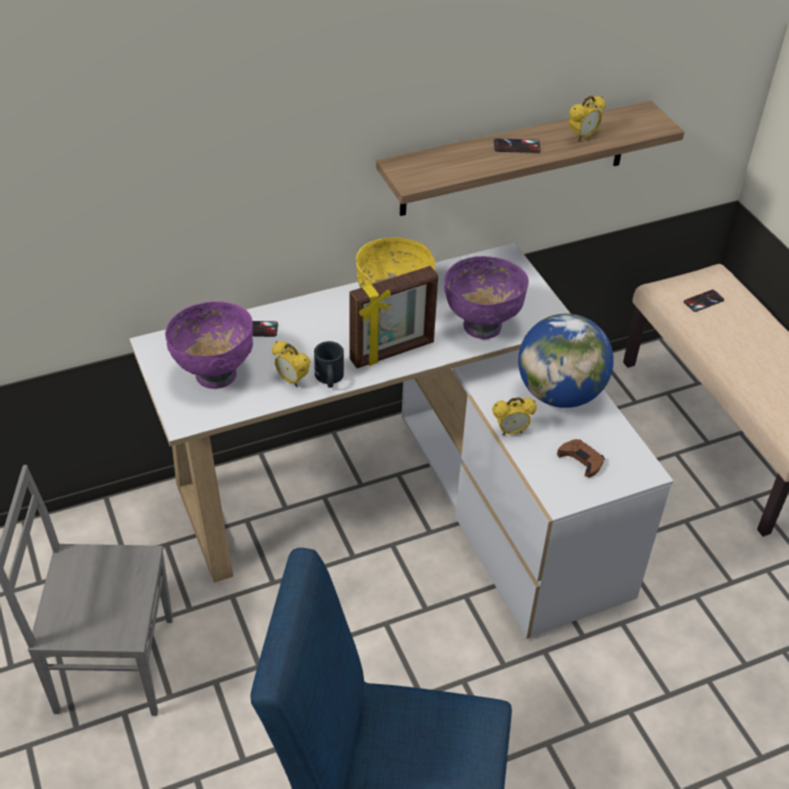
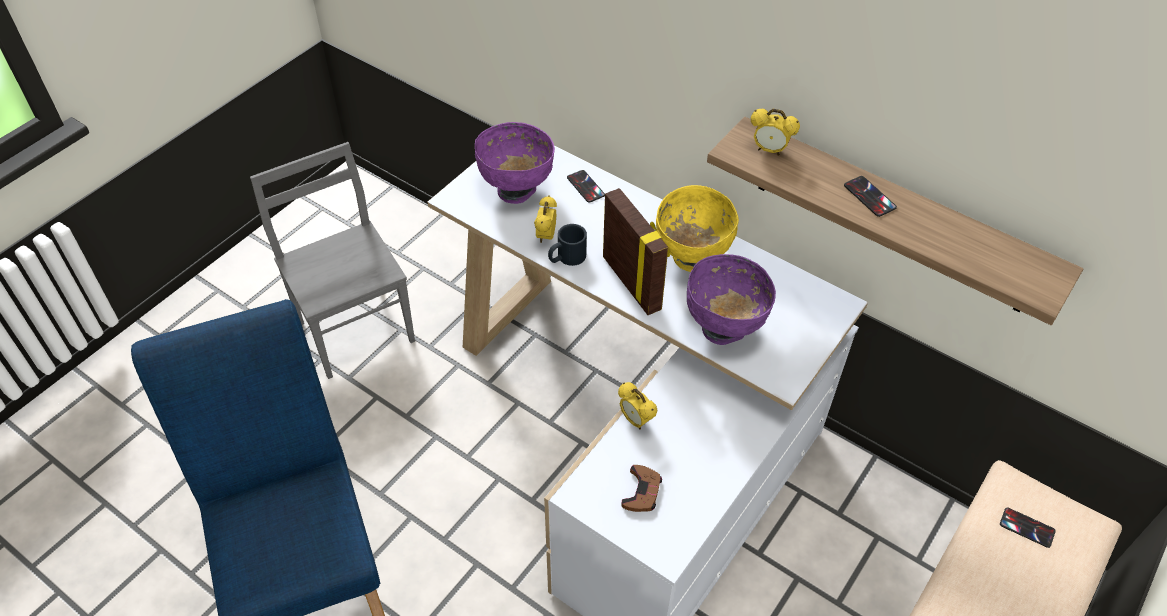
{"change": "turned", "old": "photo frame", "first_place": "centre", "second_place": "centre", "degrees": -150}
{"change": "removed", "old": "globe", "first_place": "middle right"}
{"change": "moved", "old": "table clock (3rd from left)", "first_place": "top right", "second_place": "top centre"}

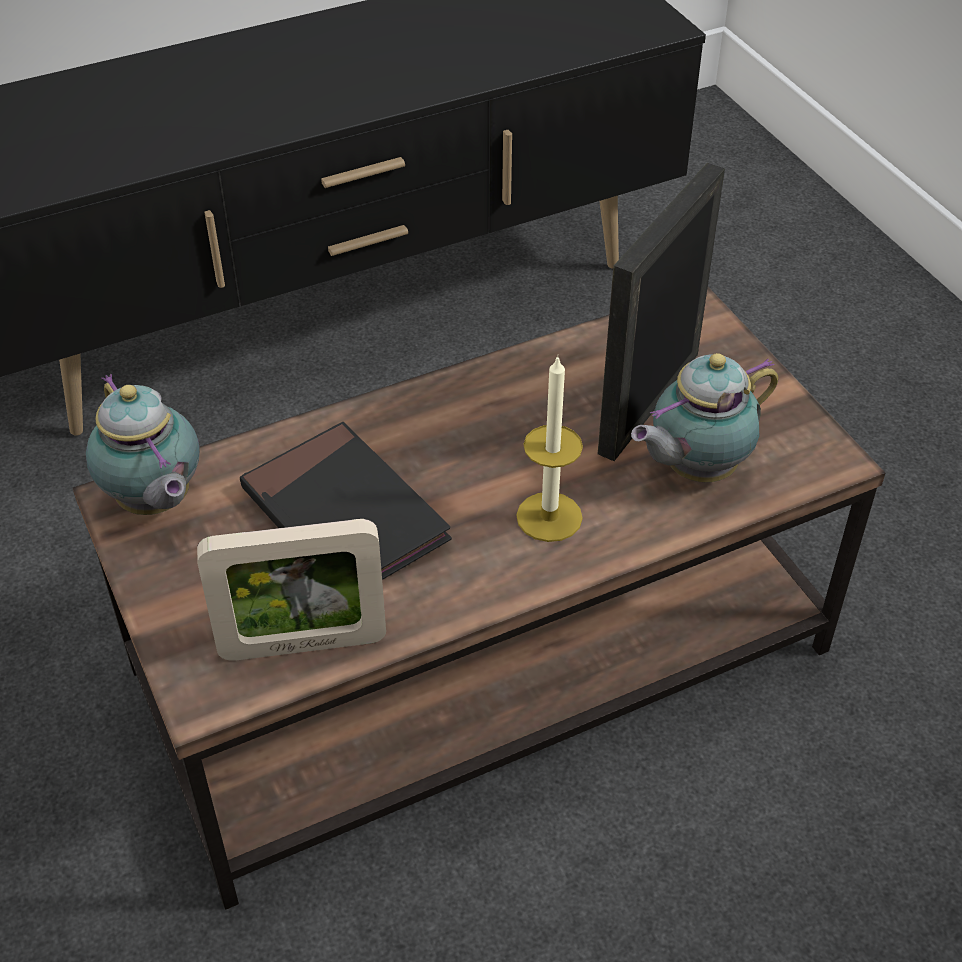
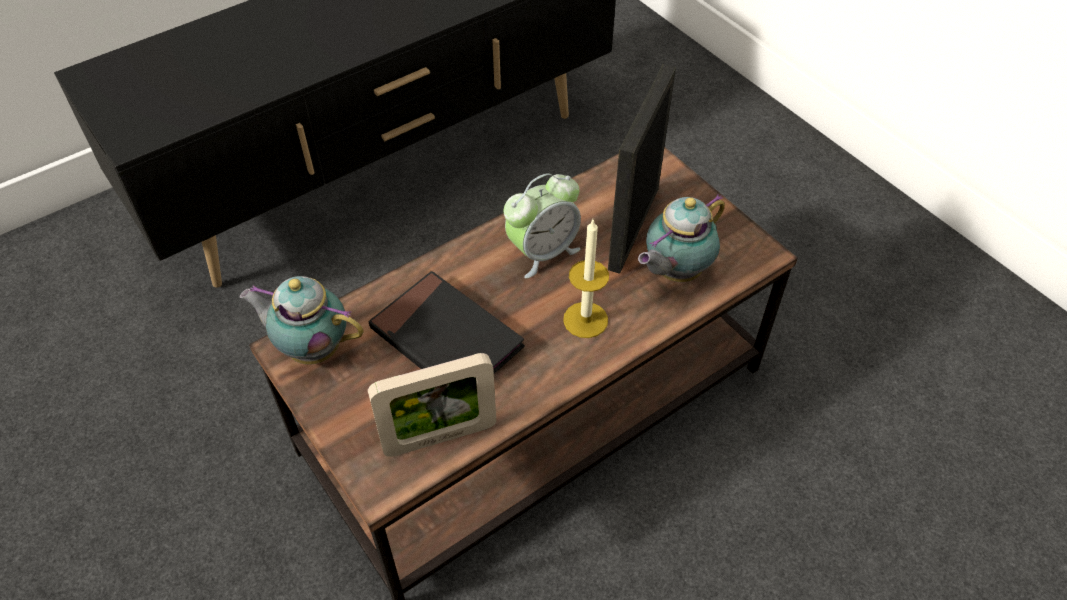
{"change": "turned", "old": "teapot (1st from left)", "first_place": "middle left", "second_place": "middle left", "degrees": 150}
{"change": "added", "new": "table clock", "second_place": "centre"}

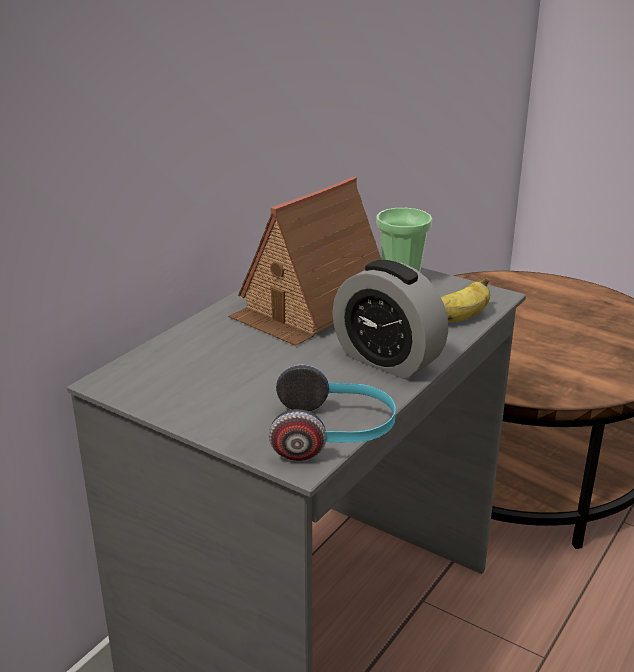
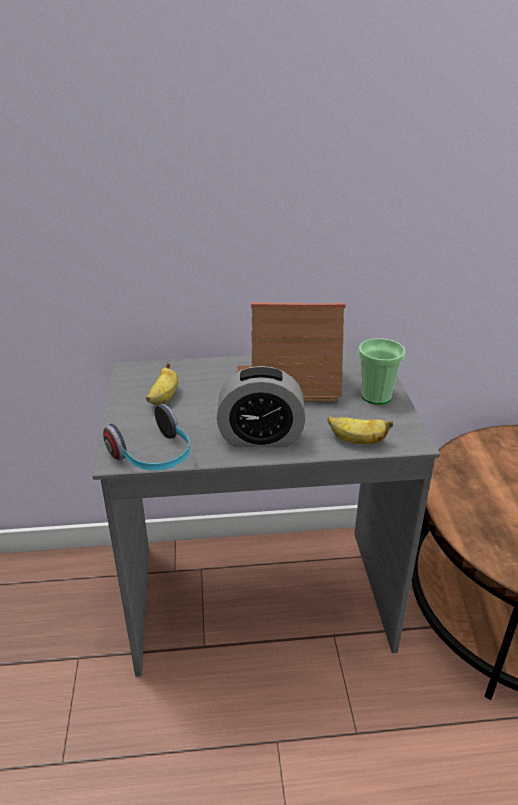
{"change": "turned", "old": "table clock", "first_place": "centre", "second_place": "centre", "degrees": -90}
{"change": "added", "new": "banana fruit (1st from left)", "second_place": "middle left"}

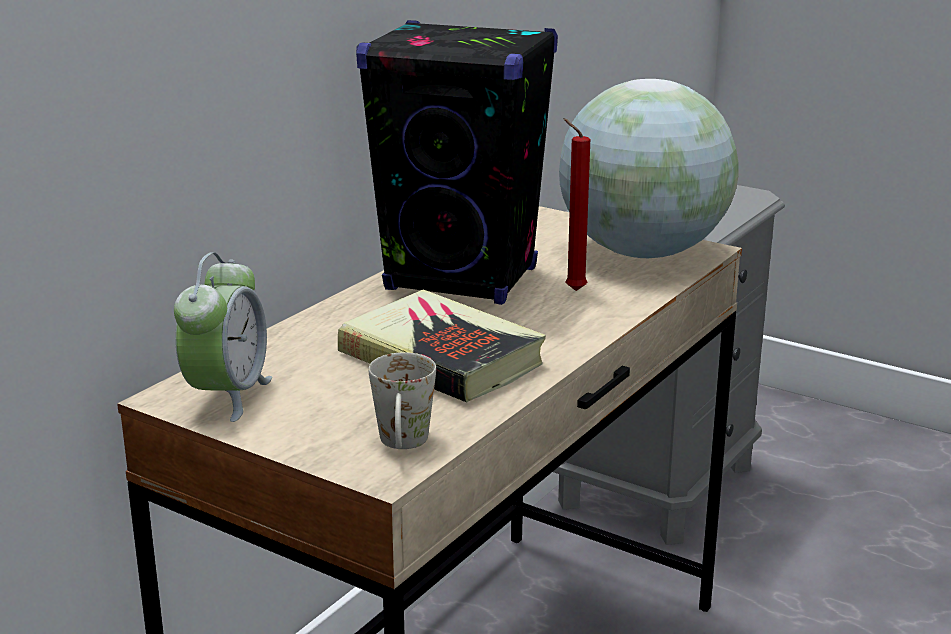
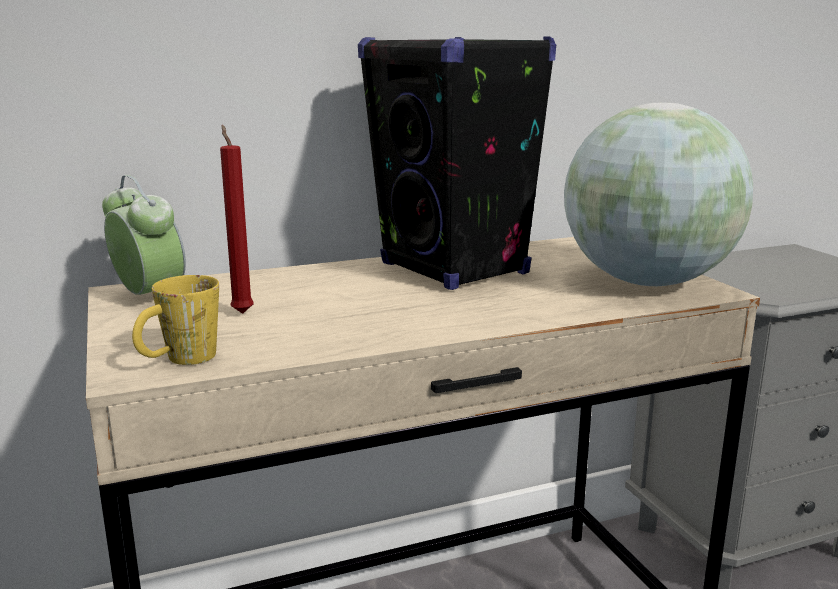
{"change": "turned", "old": "table clock", "first_place": "middle left", "second_place": "middle left", "degrees": -90}
{"change": "removed", "old": "bound book", "first_place": "centre"}
{"change": "recoloured", "old": "white-coloured coffee mug", "new": "yellowish coffee mug", "first_place": "centre", "second_place": "middle left"}
{"change": "moved", "old": "reddish wax light", "first_place": "top centre", "second_place": "middle left"}

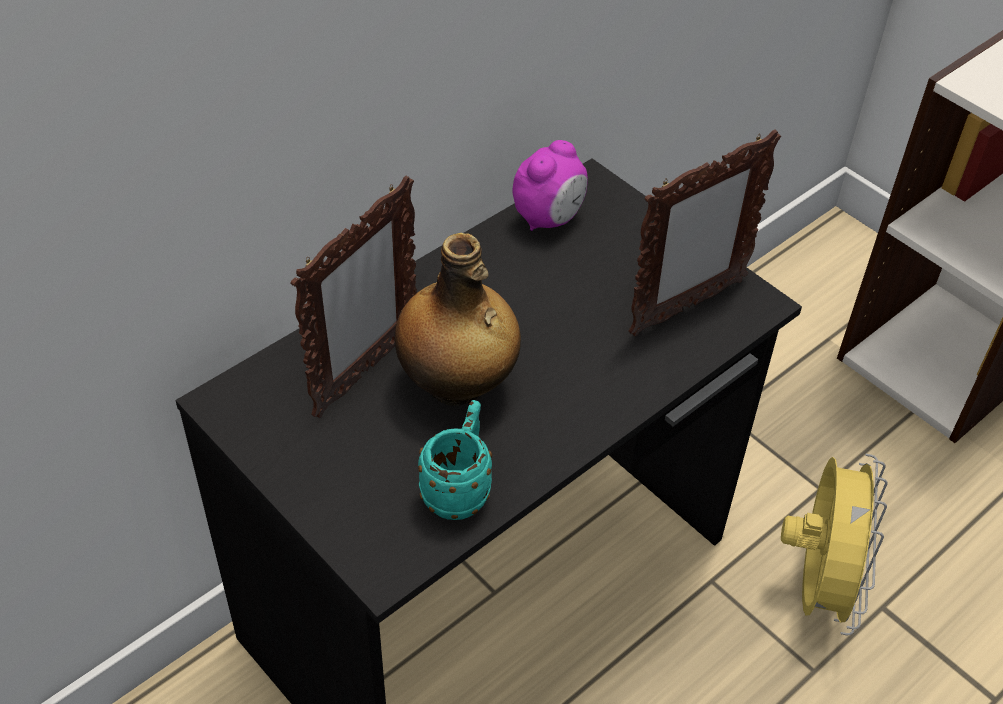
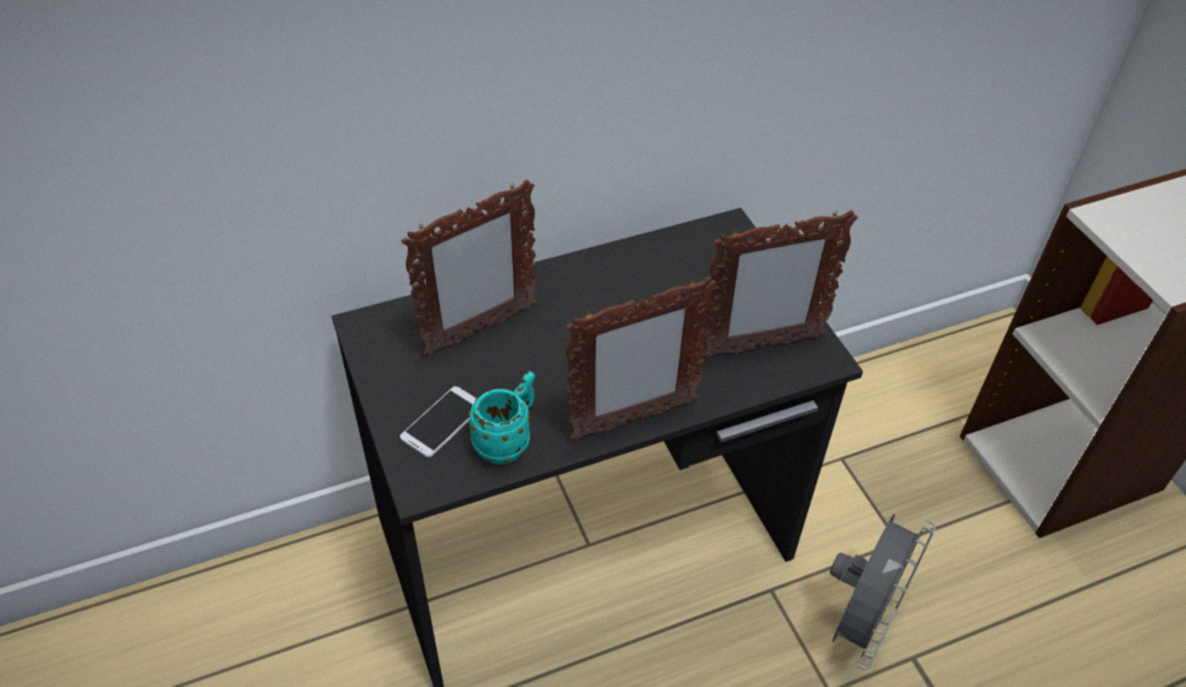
{"change": "removed", "old": "drink bottle", "first_place": "centre"}
{"change": "removed", "old": "table clock", "first_place": "top centre"}
{"change": "recoloured", "old": "yellowish electric fan", "new": "gray electric fan", "first_place": "bottom right", "second_place": "bottom right"}
{"change": "added", "new": "handset", "second_place": "centre"}
{"change": "added", "new": "photo frame (2nd from left)", "second_place": "centre"}

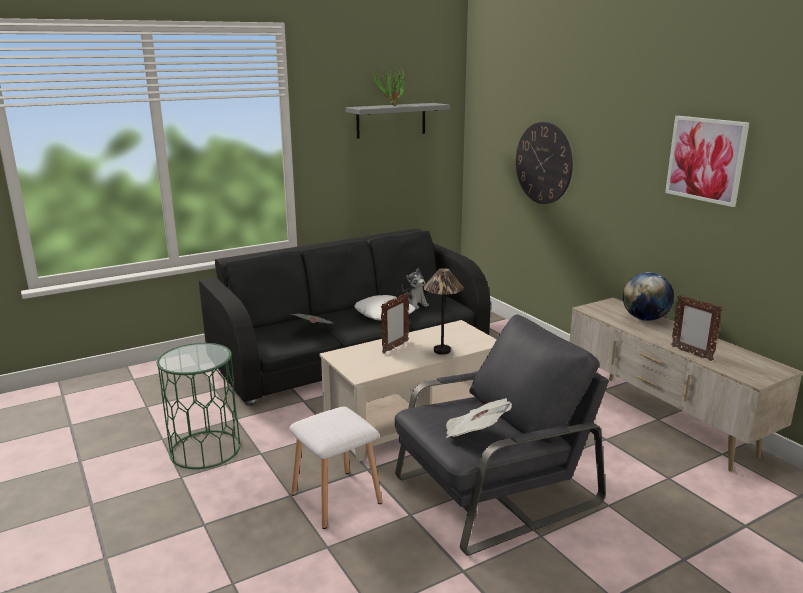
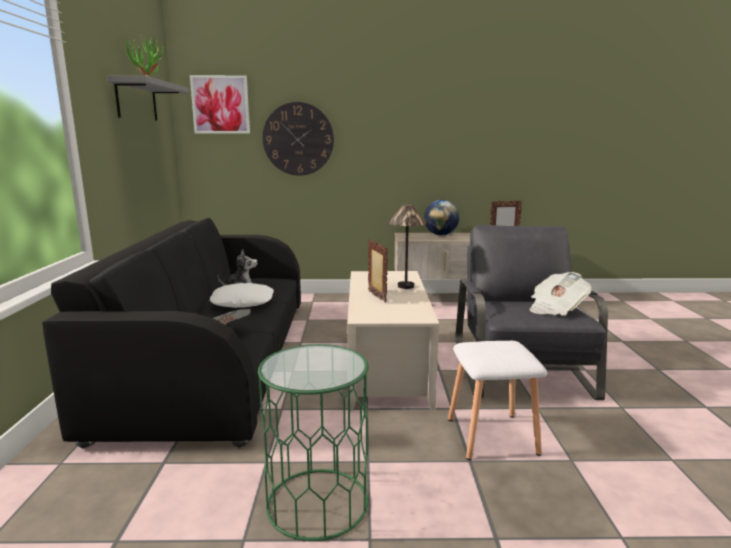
{"change": "moved", "old": "picture", "first_place": "top right", "second_place": "top left"}

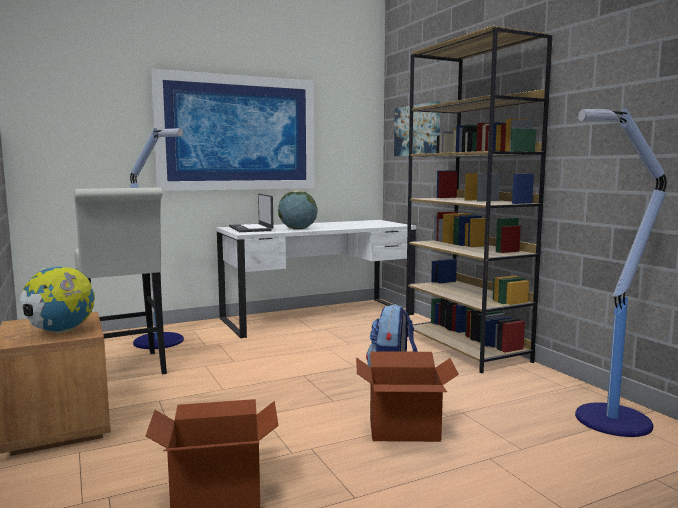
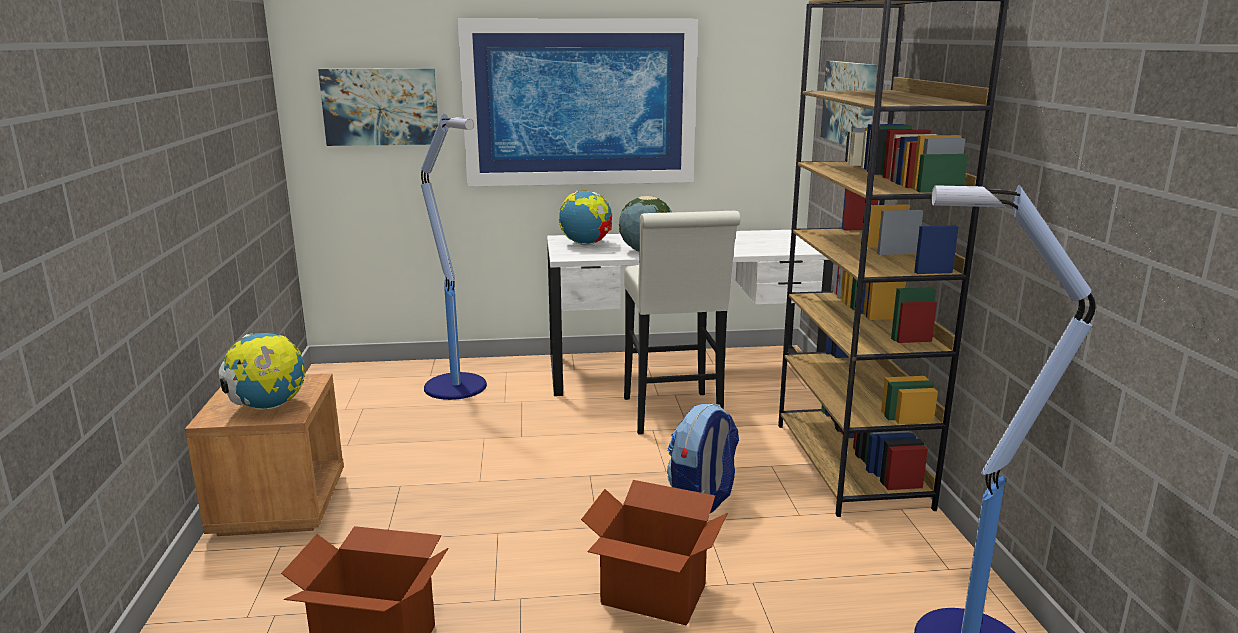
{"change": "moved", "old": "white-coloured stool", "first_place": "middle left", "second_place": "centre"}
{"change": "replaced", "old": "portable computer", "new": "globe (2nd from left)", "first_place": "centre", "second_place": "centre"}
{"change": "added", "new": "picture (1st from left)", "second_place": "top left"}

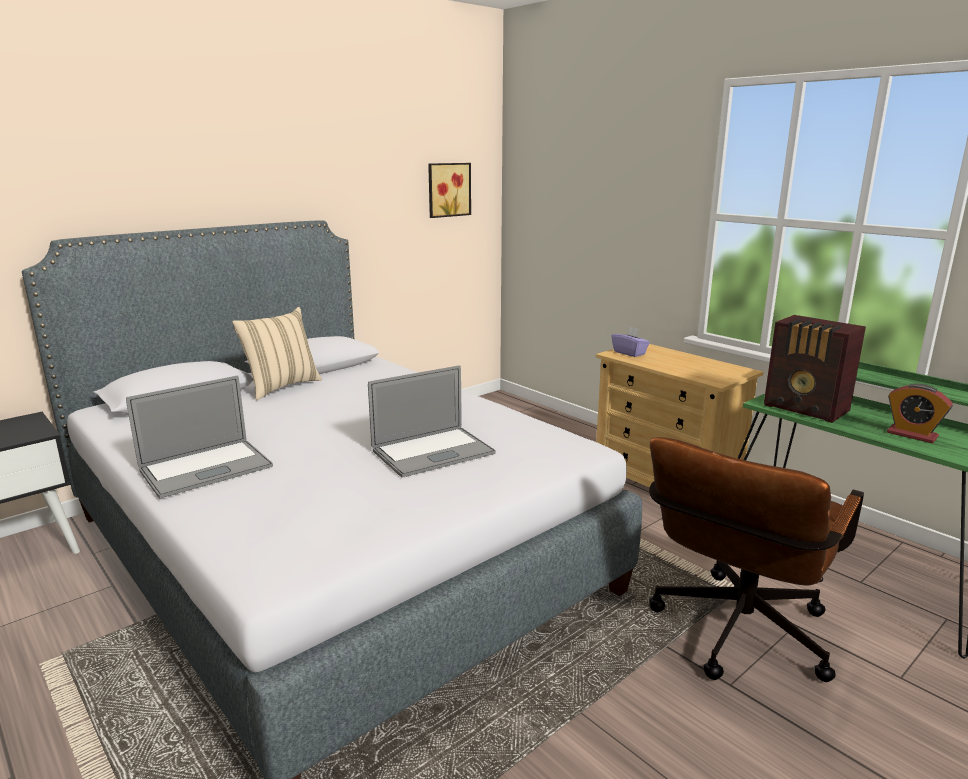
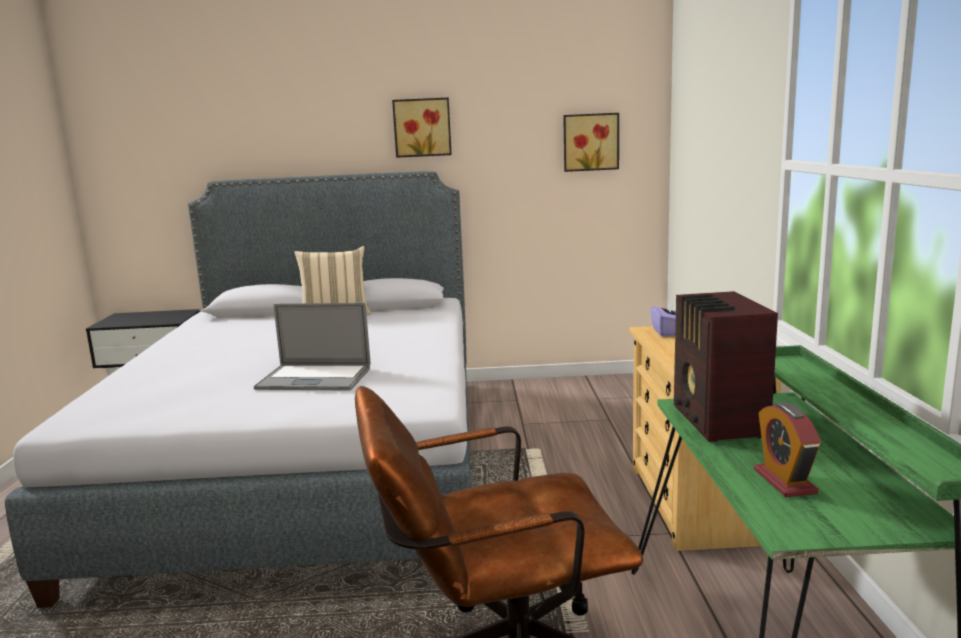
{"change": "removed", "old": "portable computer (1st from left)", "first_place": "middle left"}
{"change": "added", "new": "picture (1st from left)", "second_place": "top centre"}

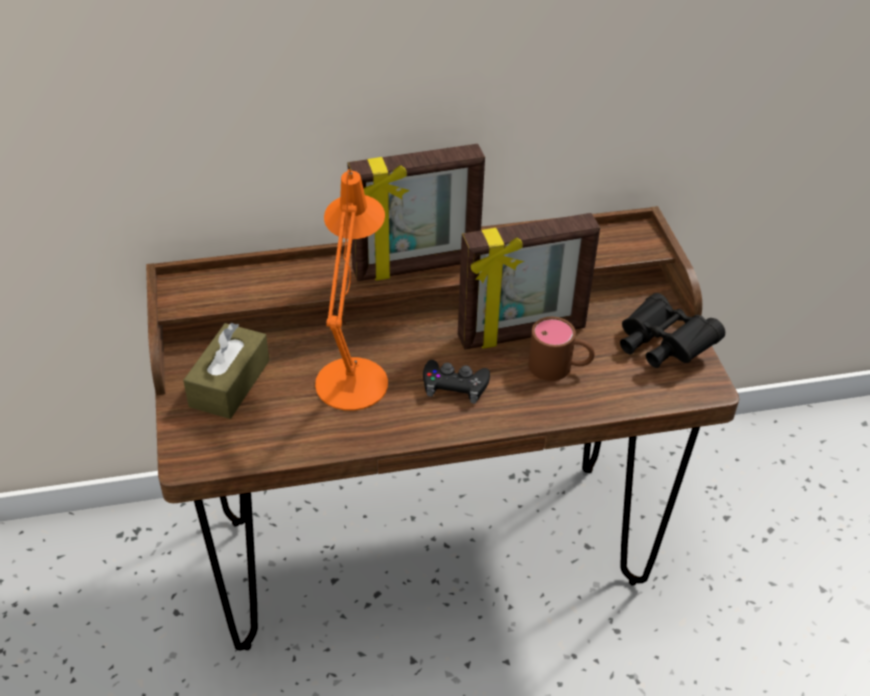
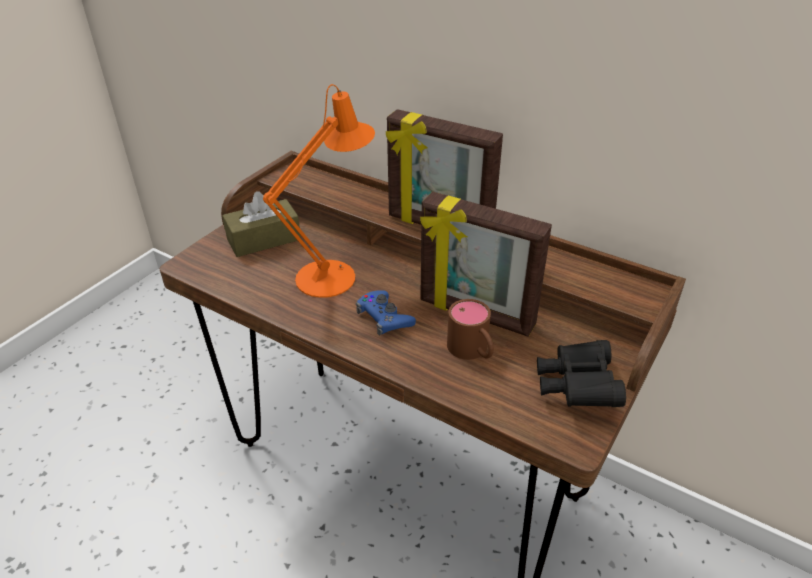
{"change": "recoloured", "old": "blackish gamepad", "new": "bluish gamepad", "first_place": "centre", "second_place": "centre"}

